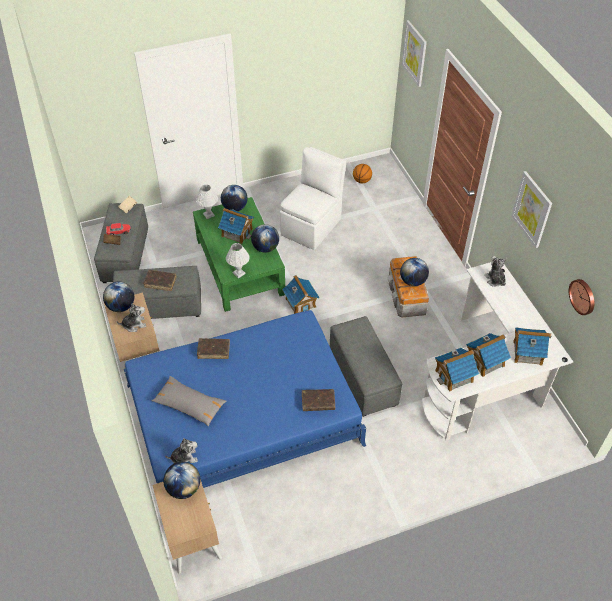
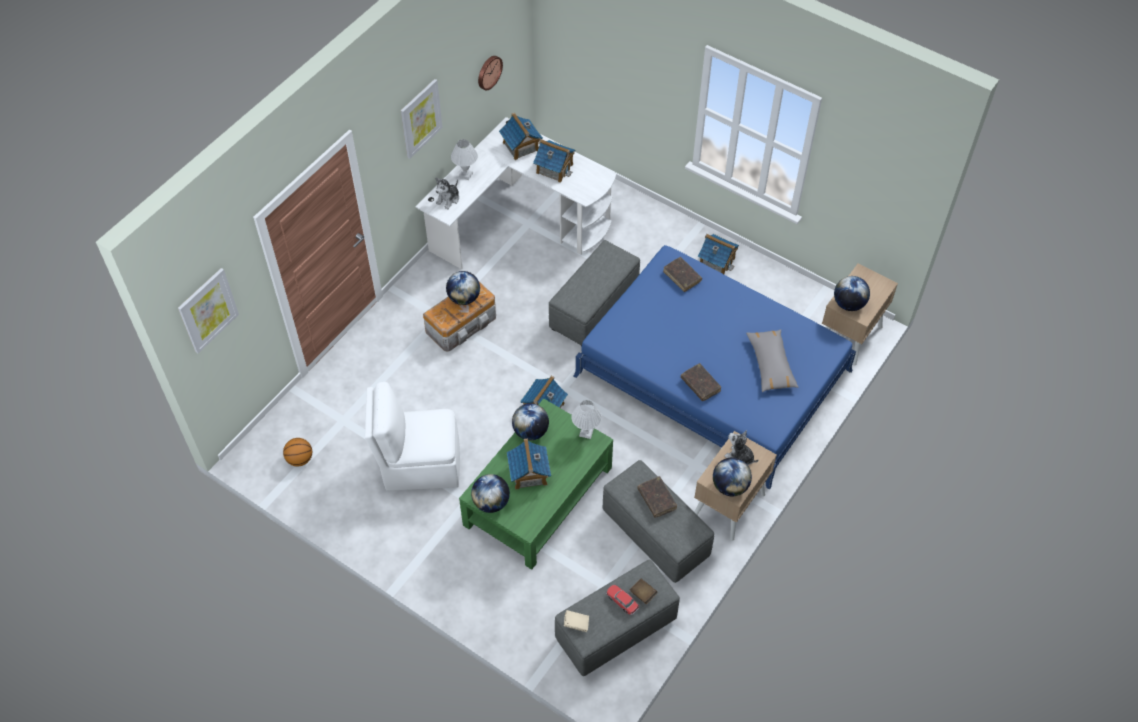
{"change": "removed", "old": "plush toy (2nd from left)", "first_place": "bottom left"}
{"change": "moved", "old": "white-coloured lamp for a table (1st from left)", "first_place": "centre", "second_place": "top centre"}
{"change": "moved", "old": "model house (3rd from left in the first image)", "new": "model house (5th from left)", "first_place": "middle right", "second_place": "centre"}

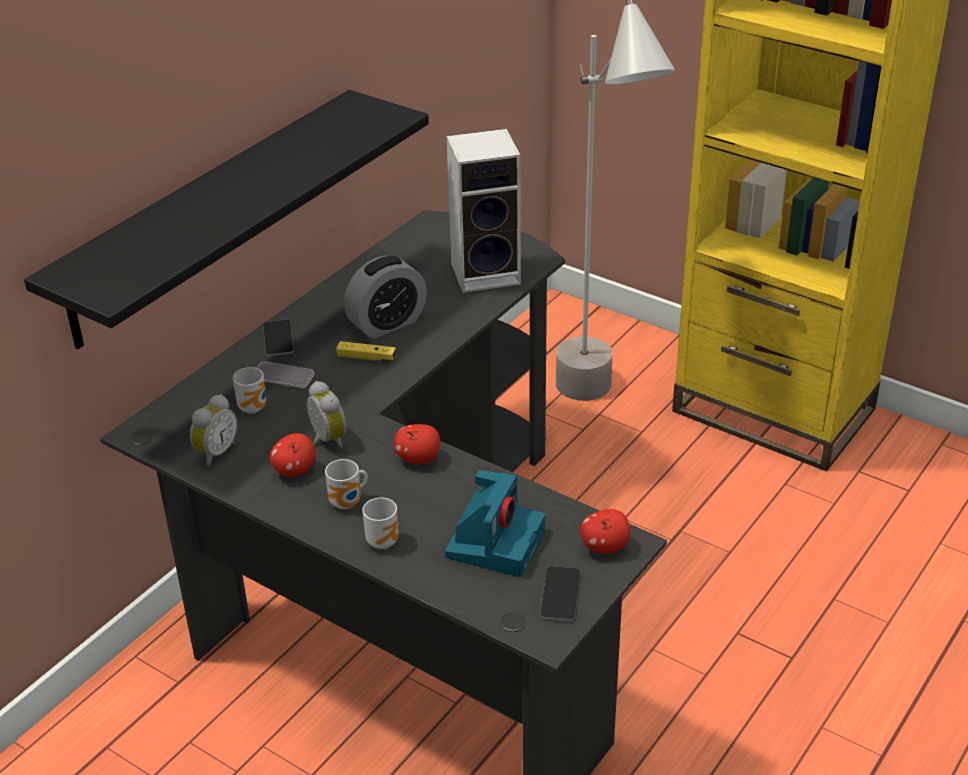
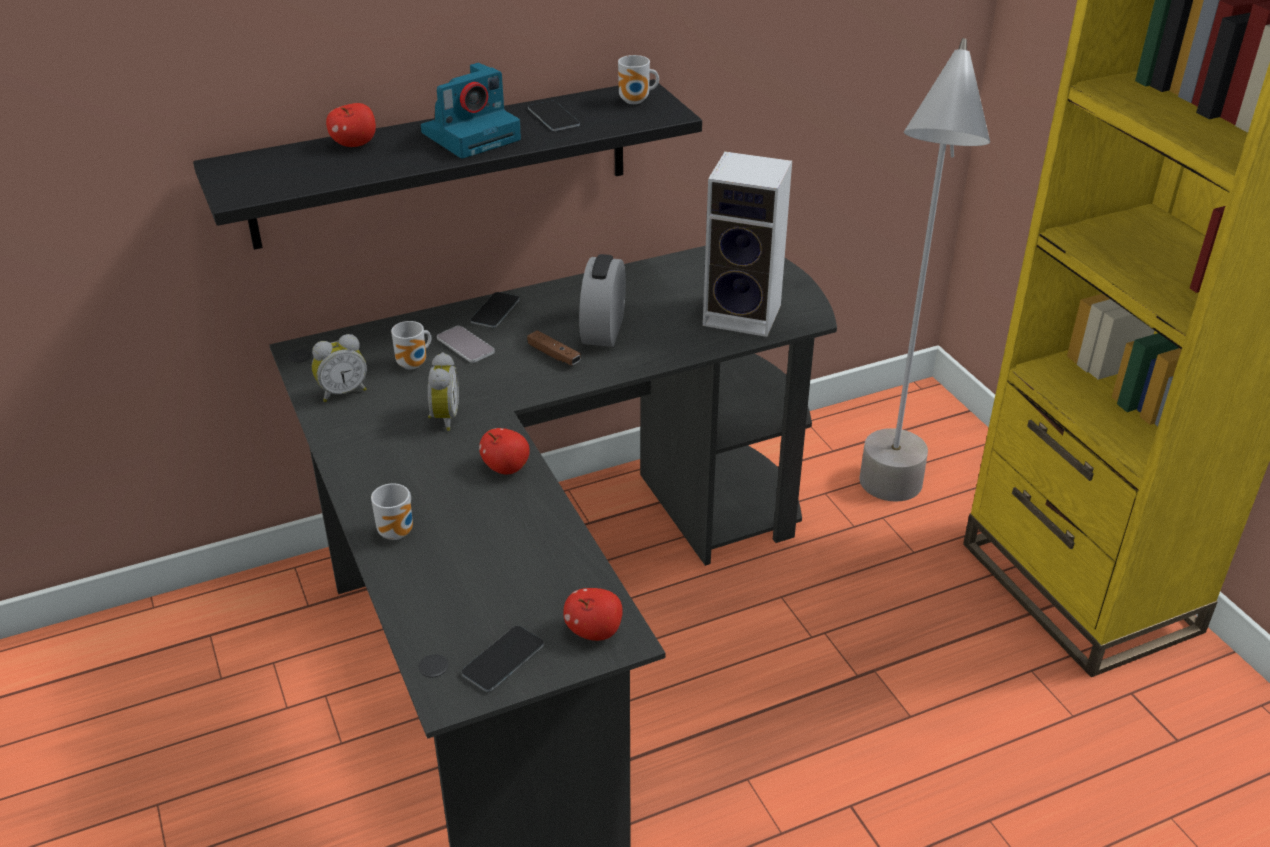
{"change": "moved", "old": "whole apple (1st from left)", "first_place": "middle left", "second_place": "top left"}
{"change": "moved", "old": "coffee mug (2nd from left in the first image)", "new": "coffee mug (3rd from left)", "first_place": "centre", "second_place": "top centre"}
{"change": "recoloured", "old": "yellowish gamepad", "new": "brown-coloured gamepad", "first_place": "centre", "second_place": "centre"}
{"change": "turned", "old": "table clock (3rd from left)", "first_place": "centre", "second_place": "centre", "degrees": 105}
{"change": "moved", "old": "photo camera", "first_place": "bottom centre", "second_place": "top centre"}
{"change": "added", "new": "handset (4th from left)", "second_place": "top centre"}

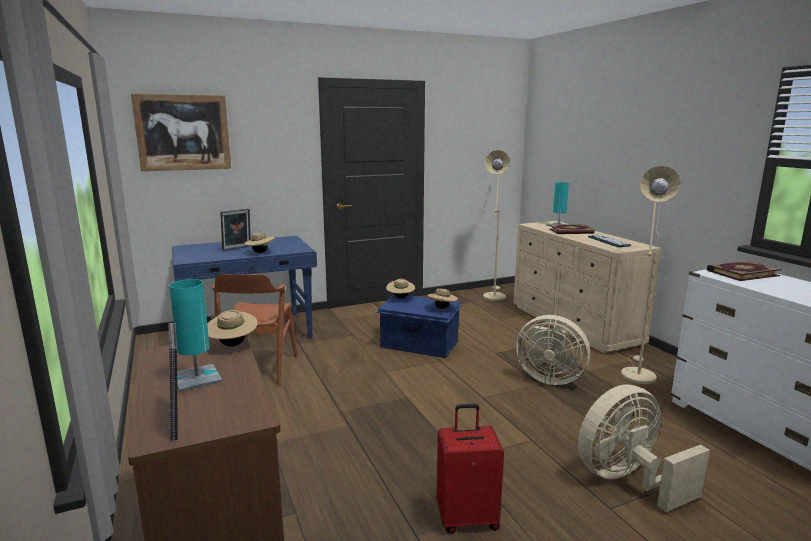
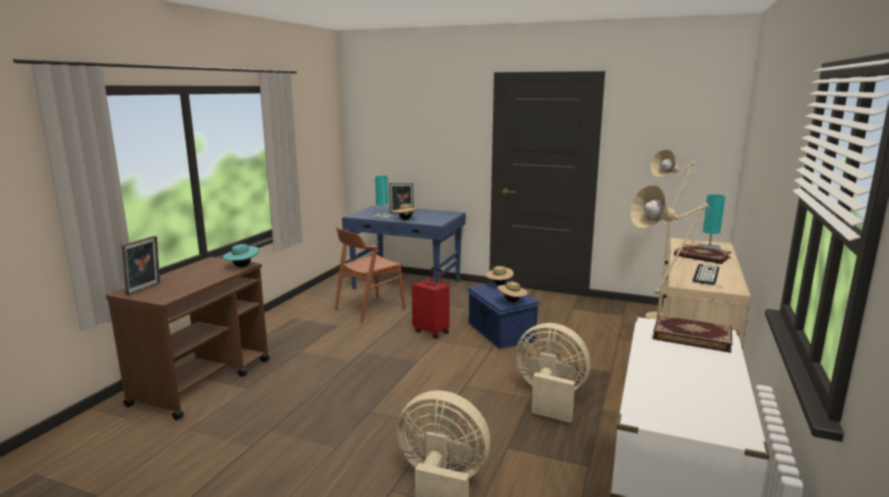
{"change": "removed", "old": "picture", "first_place": "top left"}
{"change": "moved", "old": "turquoise lamp for a table (1st from left)", "first_place": "middle left", "second_place": "centre"}
{"change": "recoloured", "old": "beige-coloured clothing hat (1st from left)", "new": "turquoise clothing hat", "first_place": "middle left", "second_place": "middle left"}
{"change": "moved", "old": "reddish suitcase", "first_place": "bottom centre", "second_place": "centre"}
{"change": "turned", "old": "beige-coloured electric fan (1st from left in the first image)", "first_place": "middle right", "second_place": "bottom centre", "degrees": 135}

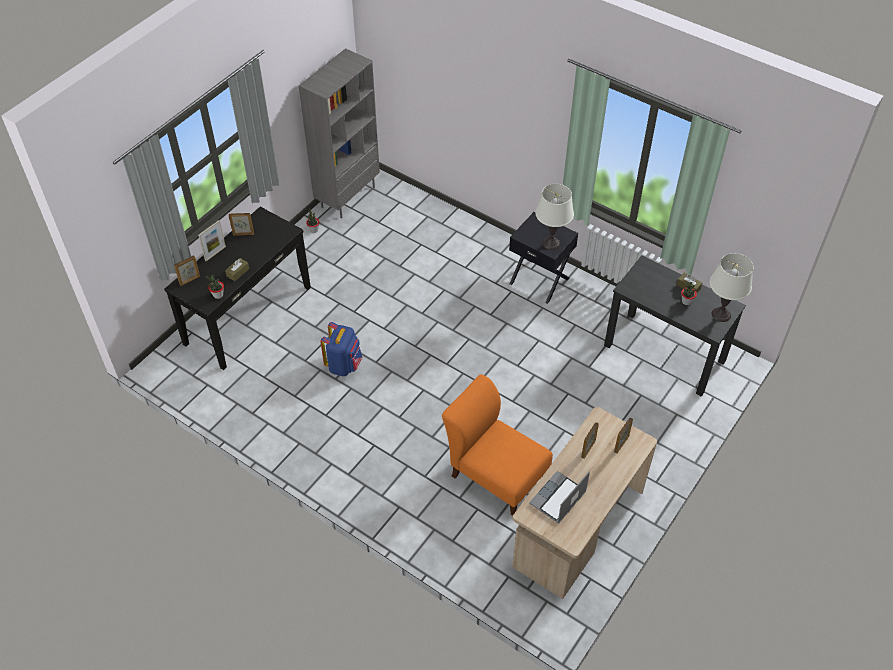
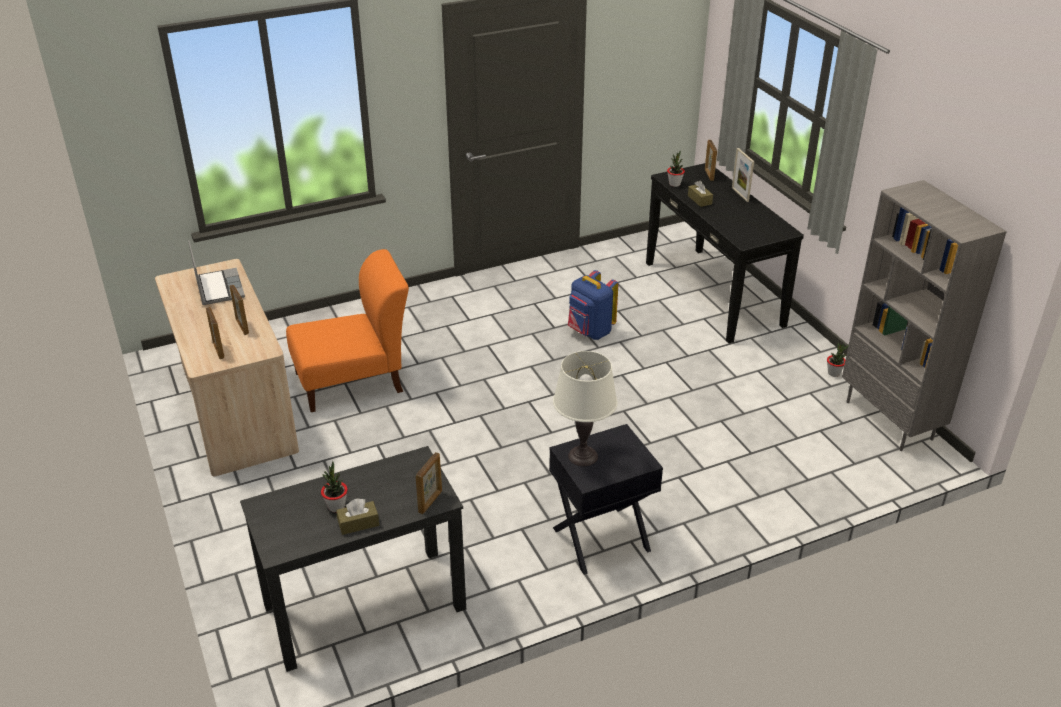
{"change": "moved", "old": "photo frame (3rd from left)", "first_place": "middle left", "second_place": "bottom centre"}
{"change": "removed", "old": "white-coloured lamp for a table (2nd from left)", "first_place": "middle right"}

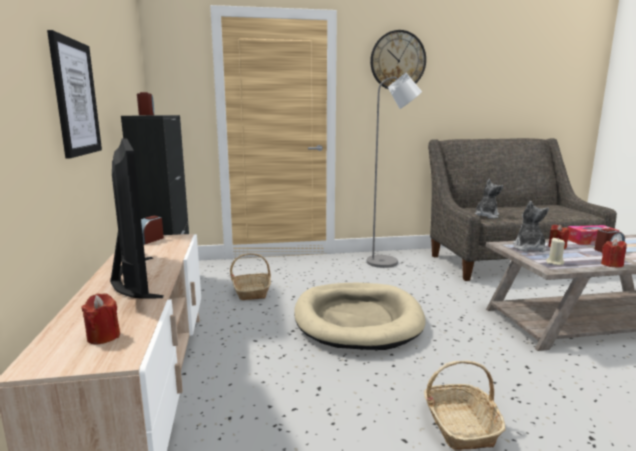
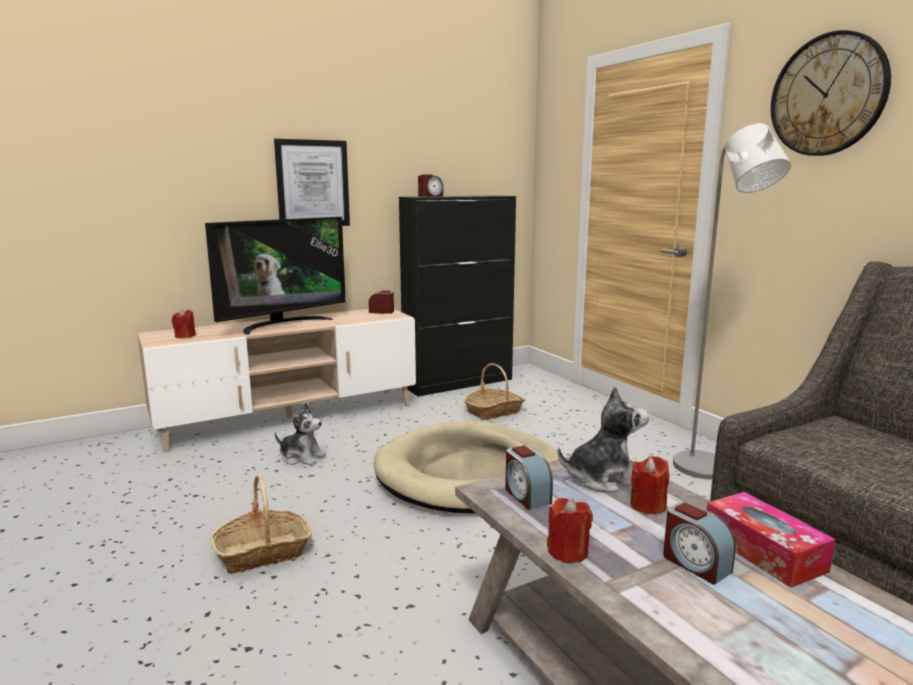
{"change": "moved", "old": "plush toy (1st from left)", "first_place": "middle right", "second_place": "middle left"}
{"change": "replaced", "old": "beige-coloured wax light", "new": "table clock (3rd from left)", "first_place": "middle right", "second_place": "bottom centre"}

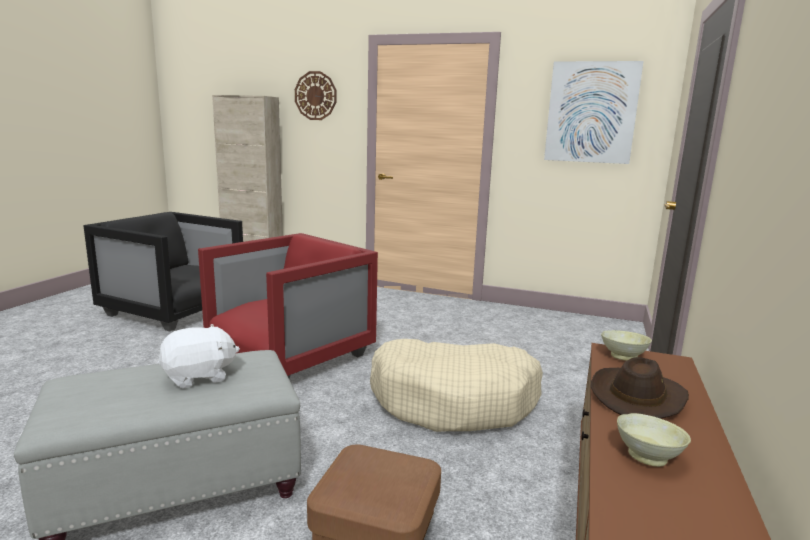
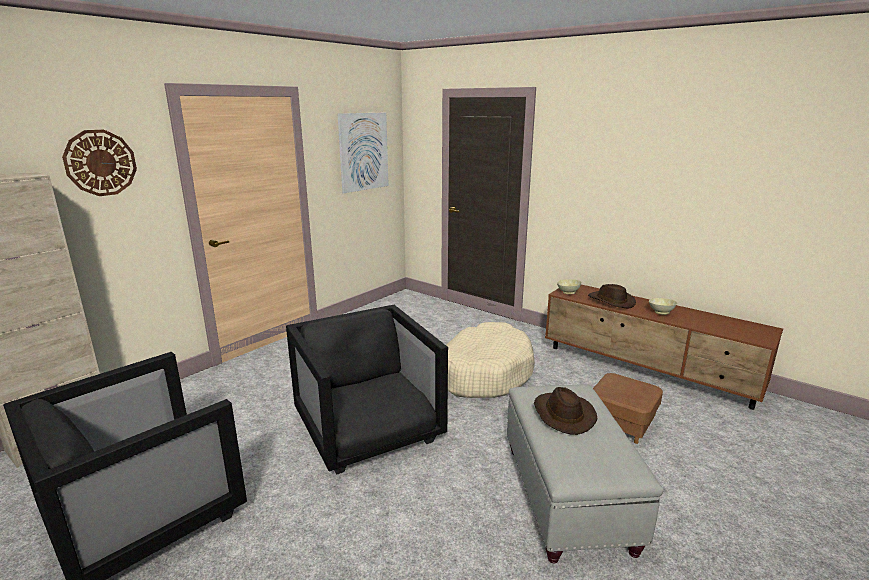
{"change": "replaced", "old": "white-coloured plush toy", "new": "brown-coloured clothing hat (1st from left)", "first_place": "middle left", "second_place": "bottom centre"}
{"change": "recoloured", "old": "reddish armchair", "new": "blackish armchair (2nd from left)", "first_place": "centre", "second_place": "bottom centre"}

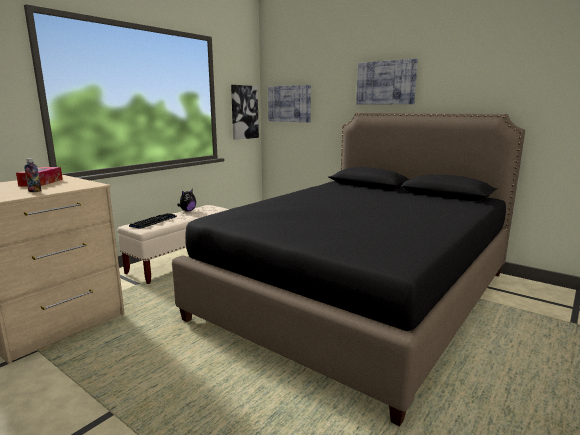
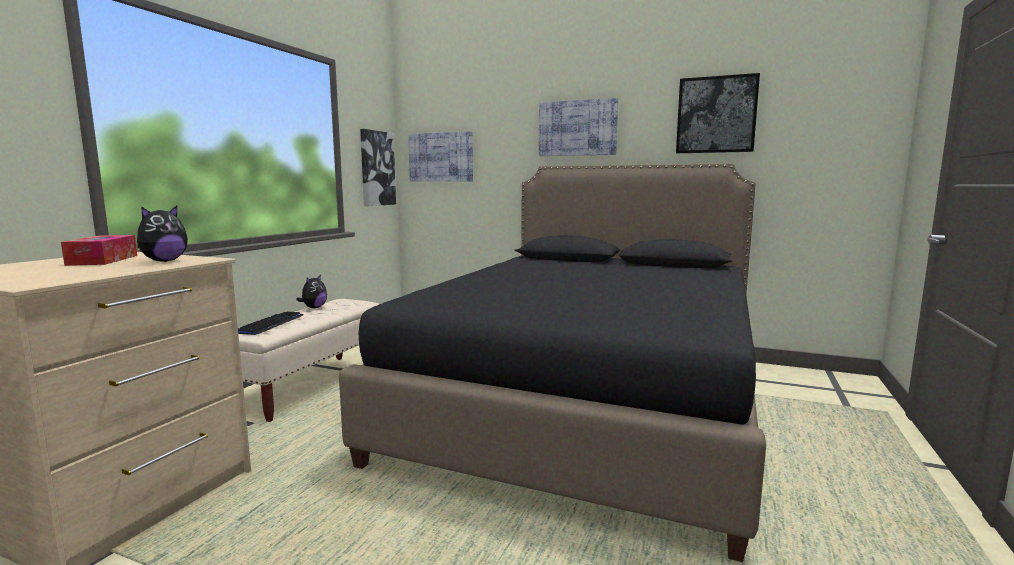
{"change": "removed", "old": "drink bottle", "first_place": "middle left"}
{"change": "added", "new": "plush toy (1st from left)", "second_place": "middle left"}
{"change": "added", "new": "picture (4th from left)", "second_place": "top right"}

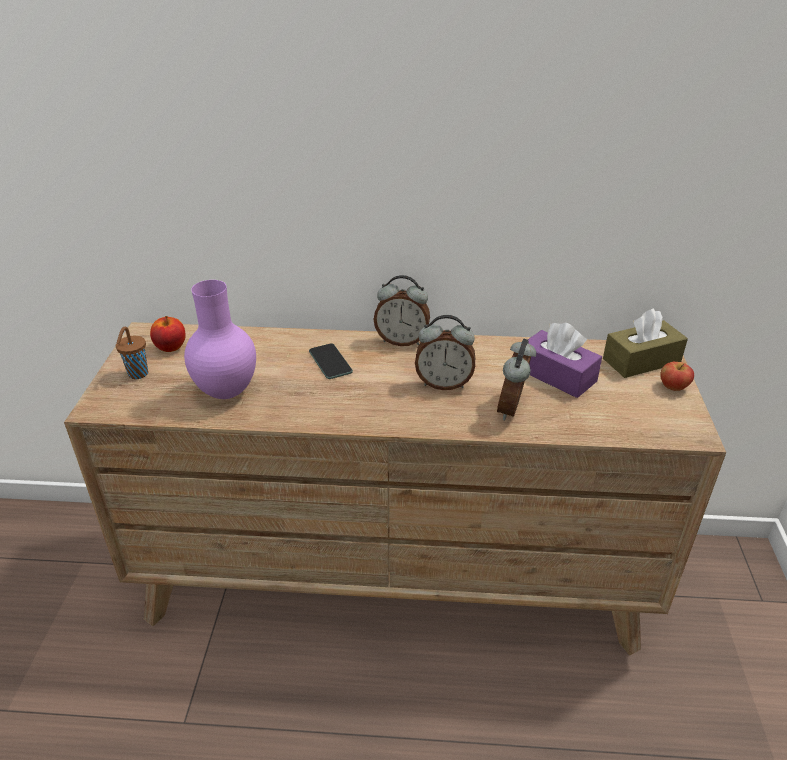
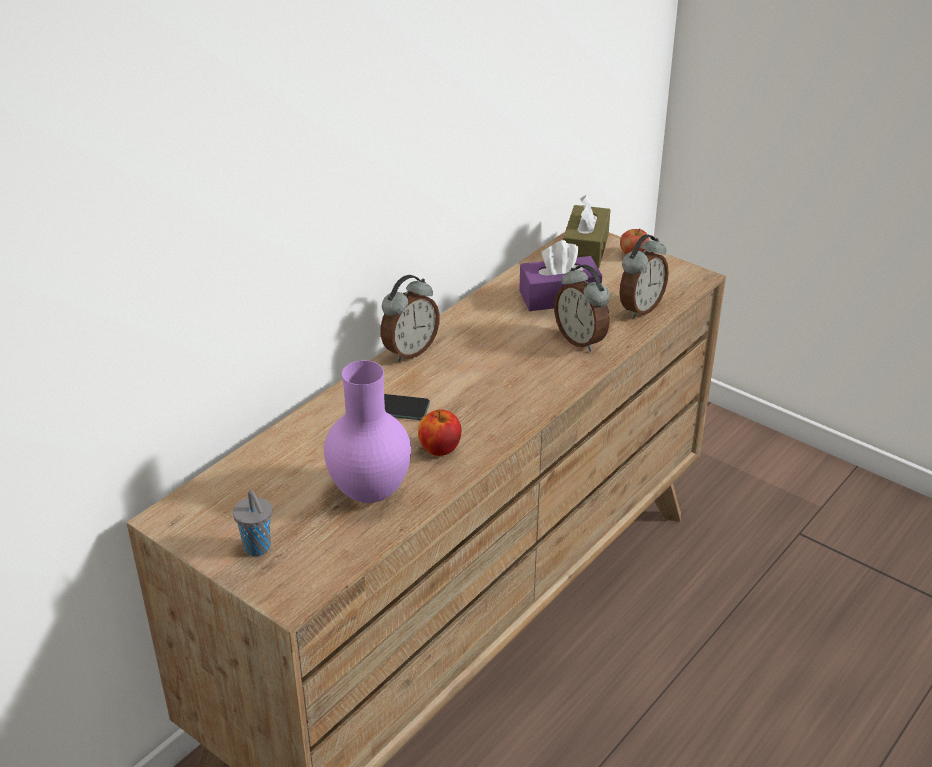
{"change": "recoloured", "old": "brown-coloured small cup", "new": "gray small cup", "first_place": "middle left", "second_place": "bottom left"}
{"change": "moved", "old": "whole apple (1st from left)", "first_place": "middle left", "second_place": "centre"}
{"change": "moved", "old": "table clock (2nd from left in the first image)", "new": "table clock (3rd from left)", "first_place": "centre", "second_place": "middle right"}

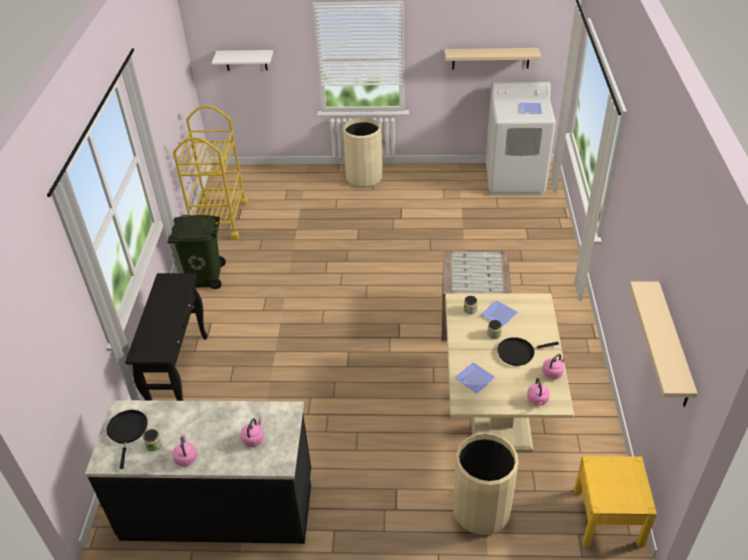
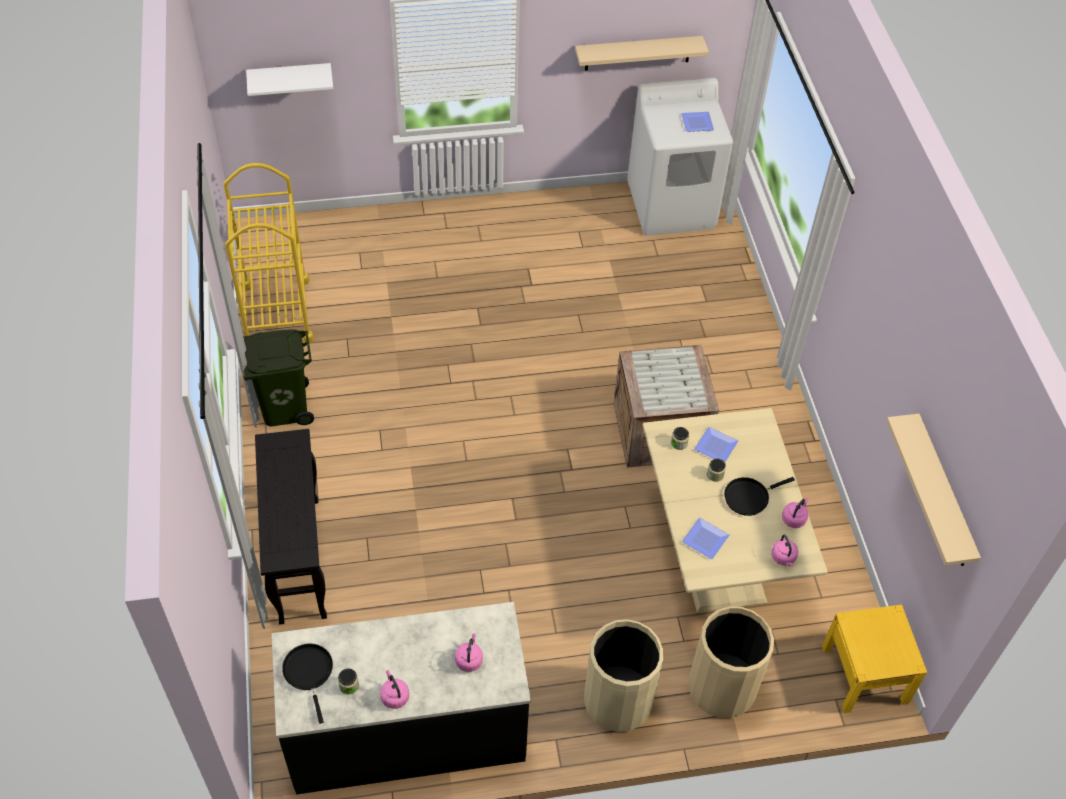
{"change": "moved", "old": "beige-coloured waste bin (1st from left)", "first_place": "top centre", "second_place": "bottom centre"}

